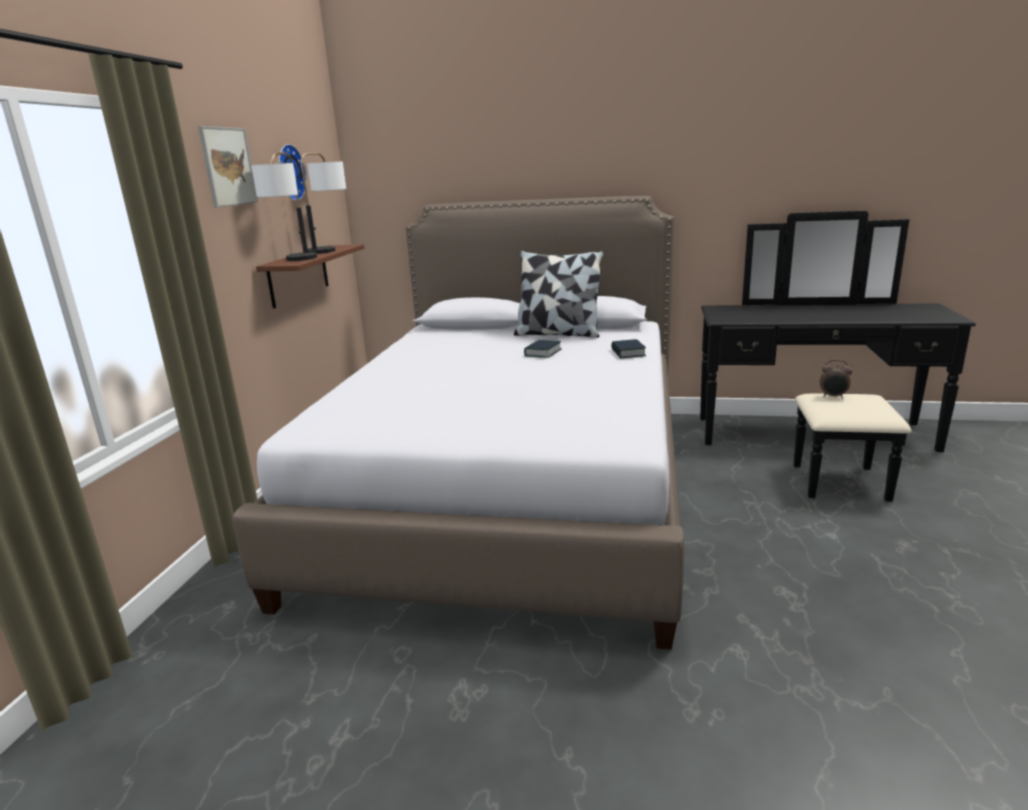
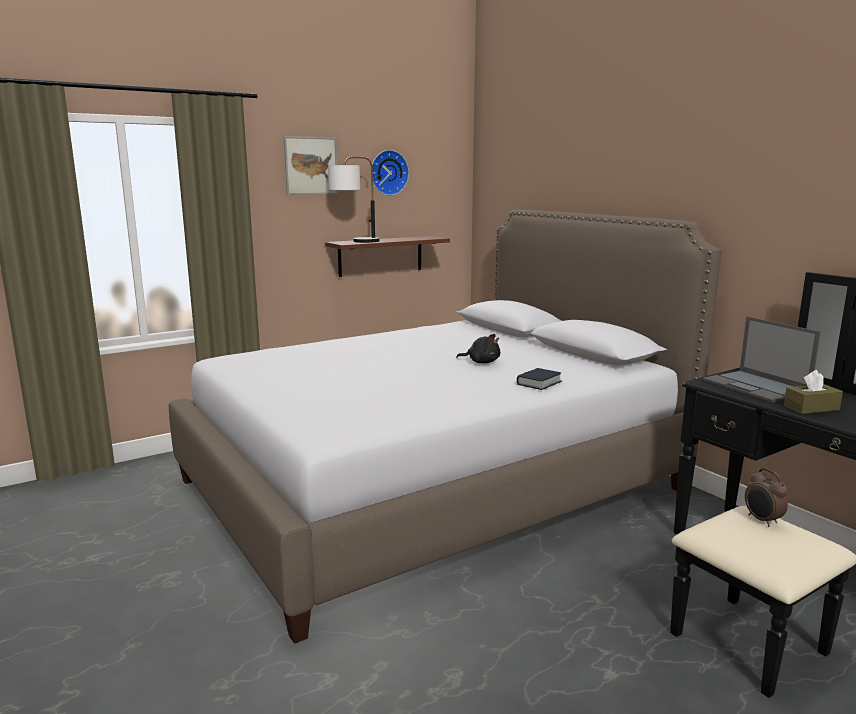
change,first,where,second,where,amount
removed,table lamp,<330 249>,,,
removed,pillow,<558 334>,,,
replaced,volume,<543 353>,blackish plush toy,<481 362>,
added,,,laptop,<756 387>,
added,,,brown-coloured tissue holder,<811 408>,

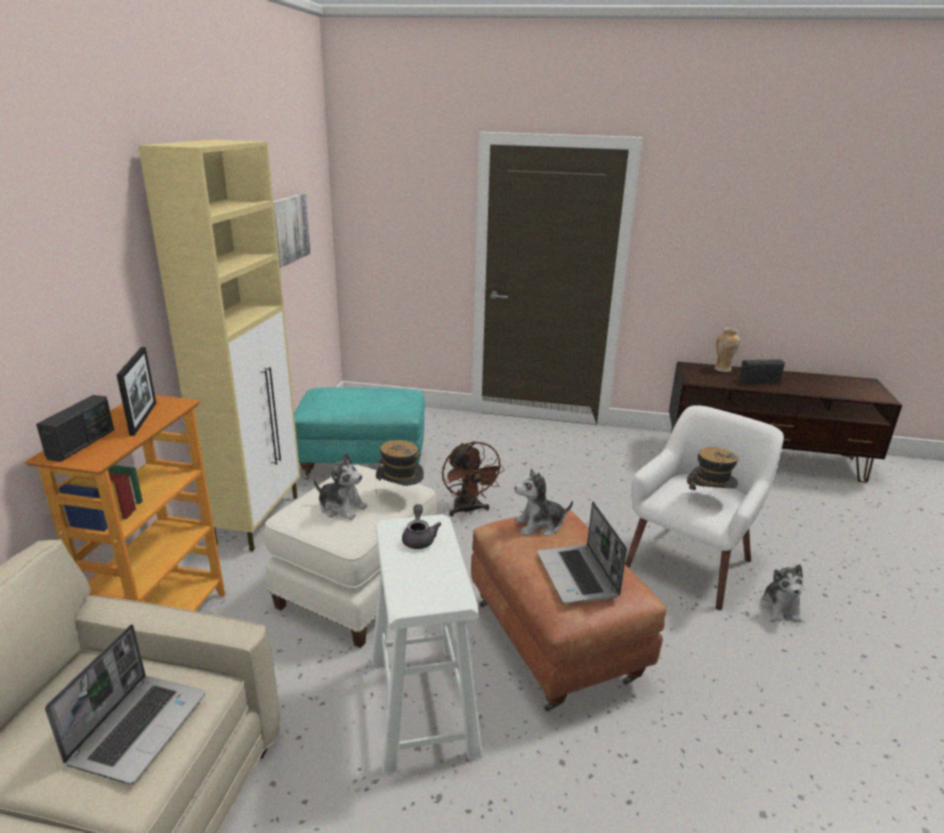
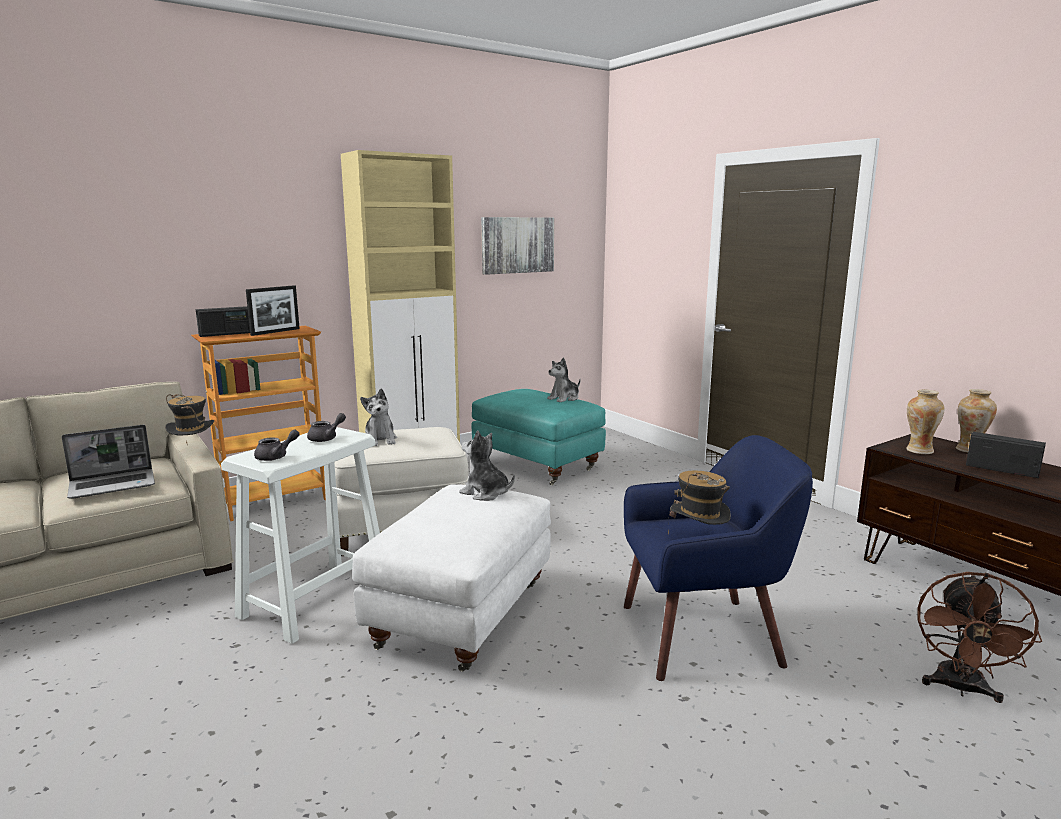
change,first,where,second,where,amount
recoloured,white-coloured easy chair,<690 563>,bluish easy chair,<702 635>,
moved,clothing hat,<400 495>,,<193 451>,
moved,brown-coloured cooling fan,<468 510>,,<960 689>,
removed,laptop,<578 576>,,,
recoloured,brown-coloured footrest,<555 642>,white-coloured footrest,<463 618>,
moved,plush toy,<780 607>,,<564 398>,
added,,,decorative vase,<919 450>,
added,,,grey tea pot,<276 456>,

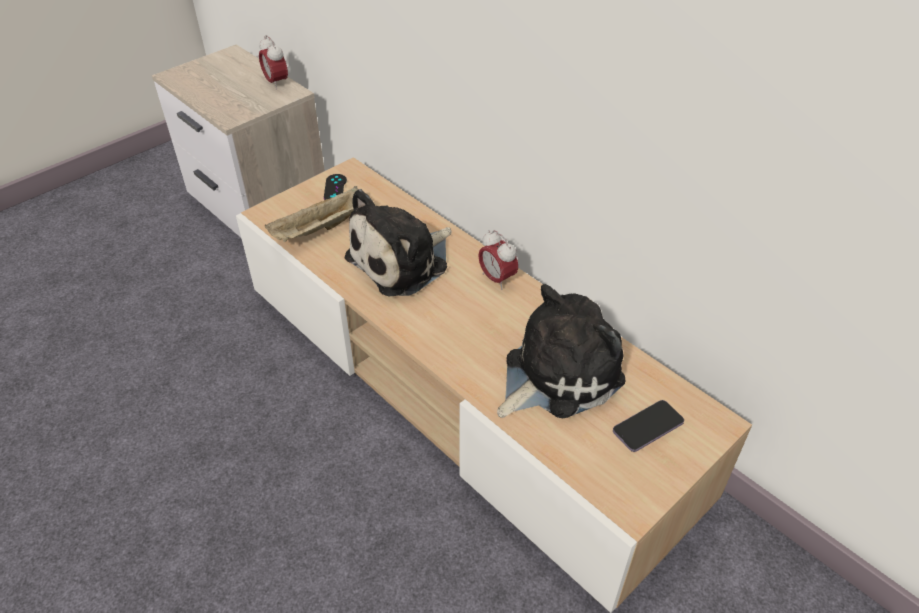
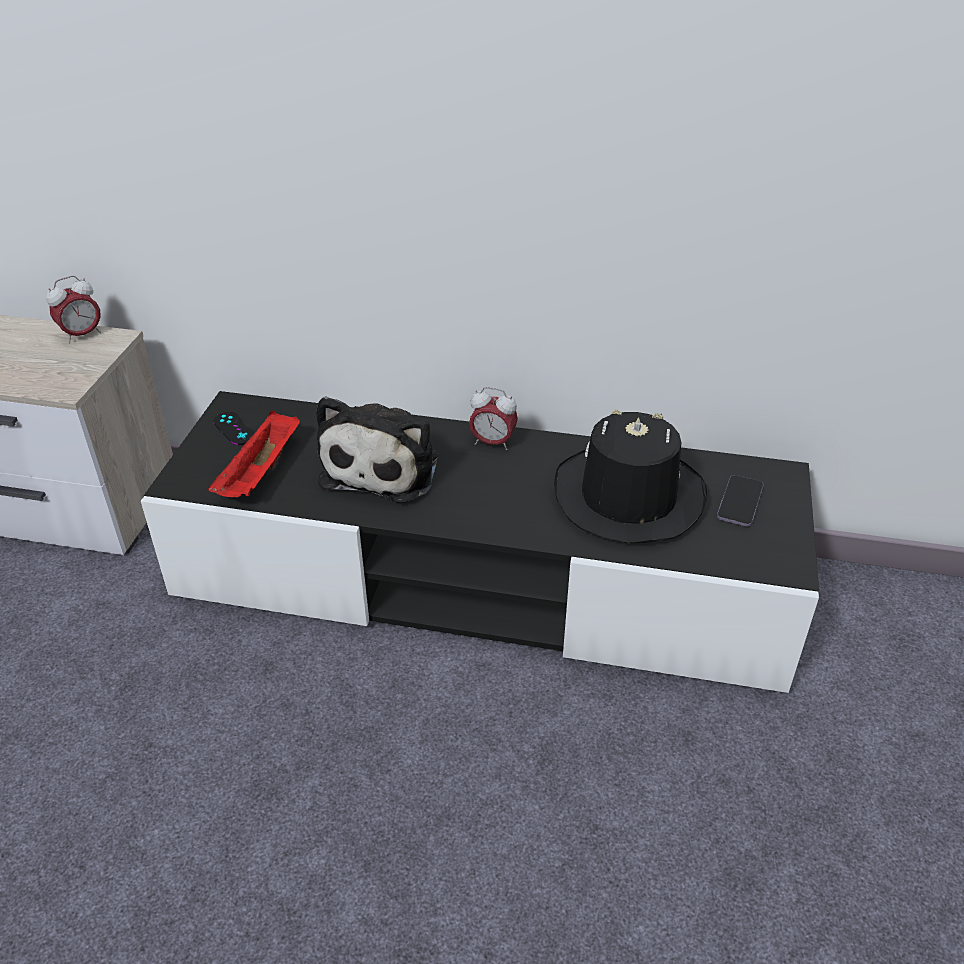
change,first,where,second,where,amount
turned,bedside clock,<276 83>,,<82 335>,60 degrees counterclockwise
recoloured,sand-coloured tv unit,<459 385>,blackish tv unit,<482 581>,
recoloured,sand-coloured carrying tray,<320 229>,red-coloured carrying tray,<261 474>,
replaced,plush toy,<556 374>,blackish clothing hat,<627 497>,

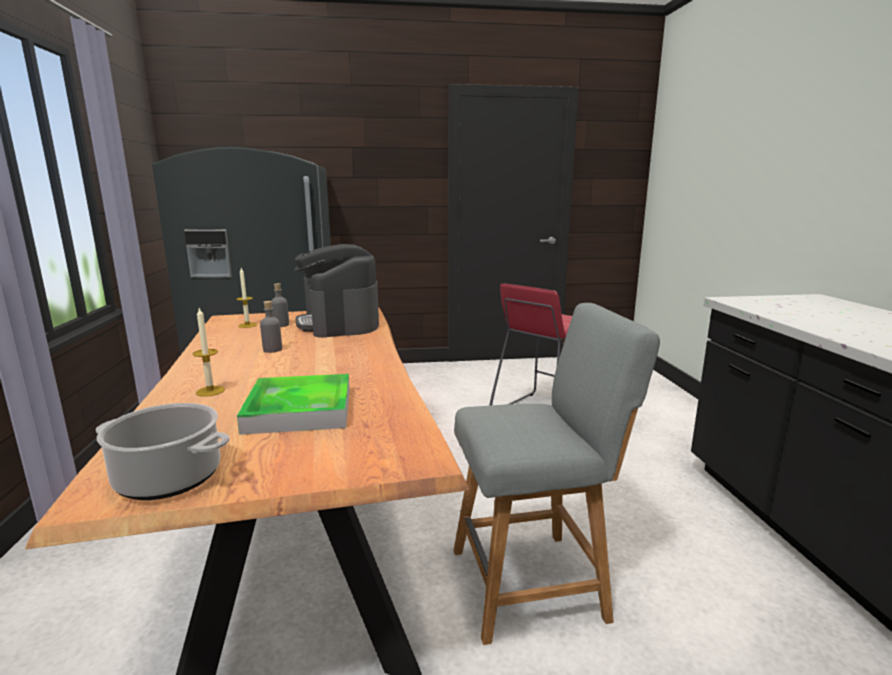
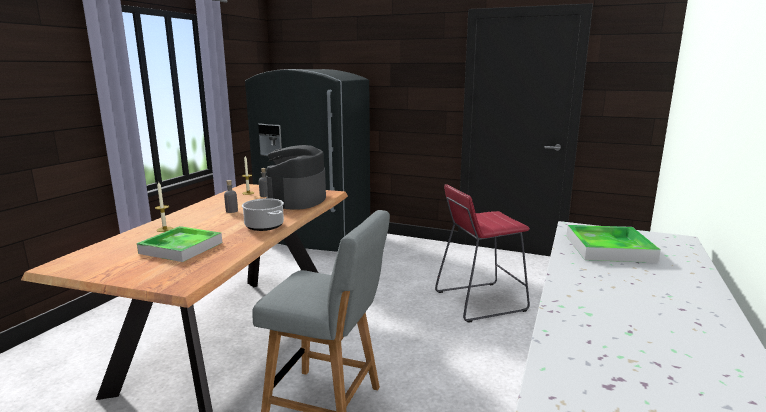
change,first,where,second,where,amount
moved,stockpot,<170 478>,,<265 226>,
added,,,carrying tray,<609 248>,

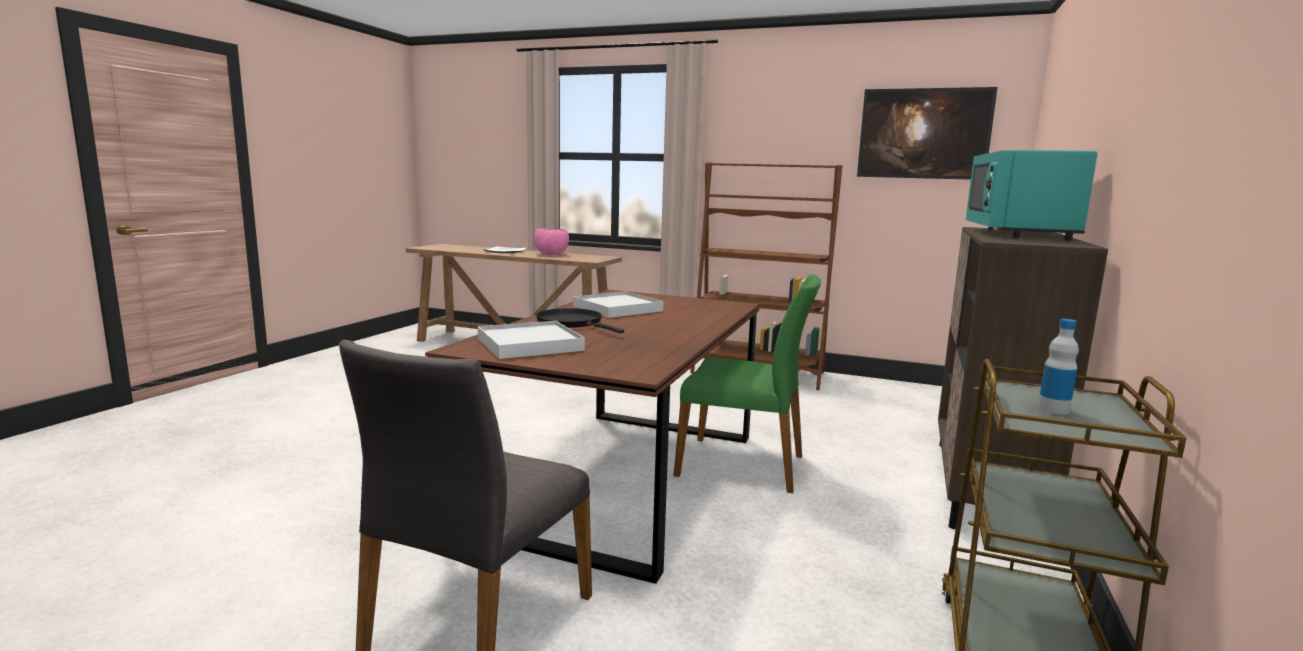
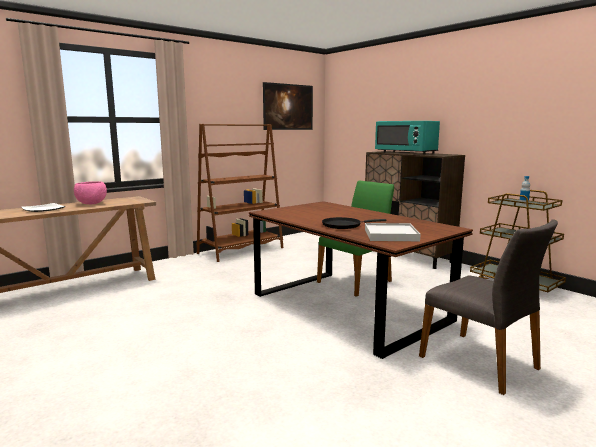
change,first,where,second,where,amount
removed,white-coloured carrying tray,<617 308>,,,

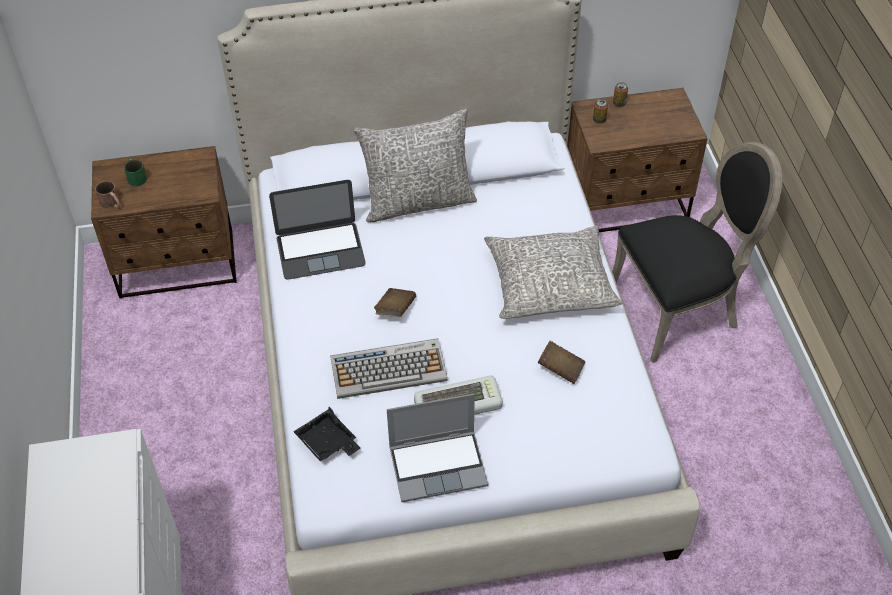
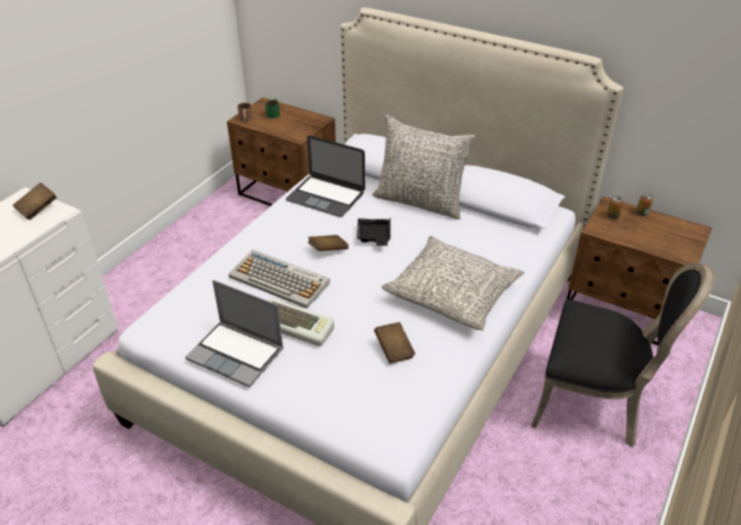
change,first,where,second,where,amount
moved,blackish carrying tray,<327 442>,,<374 237>,
added,,,brown-coloured volume,<37 209>,

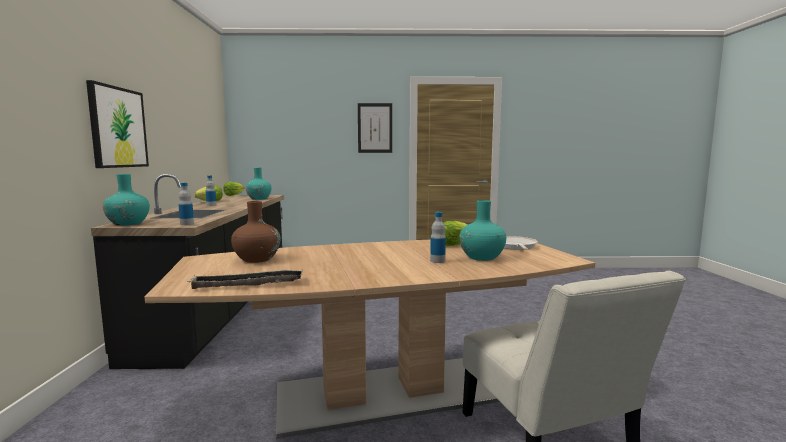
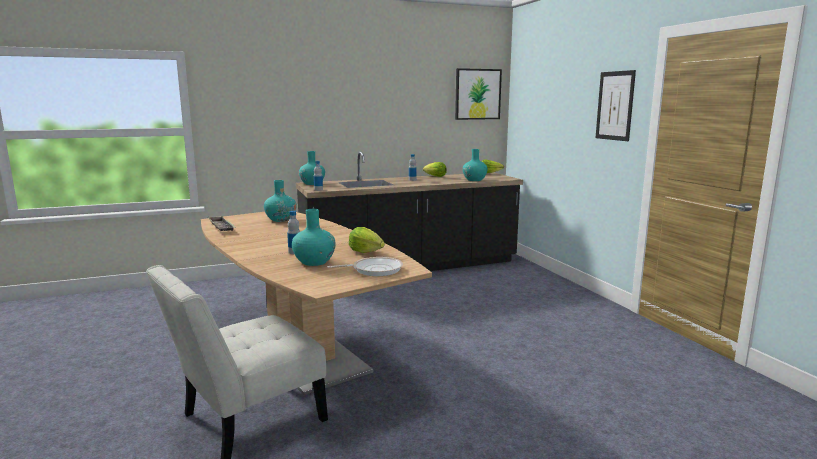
change,first,where,second,where,amount
moved,picture,<118 127>,,<477 94>,
recoloured,brown-coloured decorative vase,<257 259>,turquoise-coloured decorative vase,<281 219>,

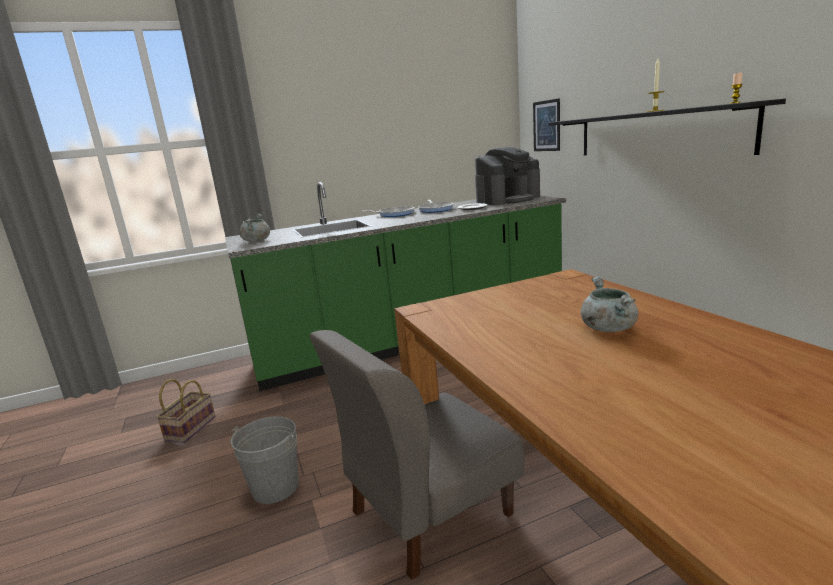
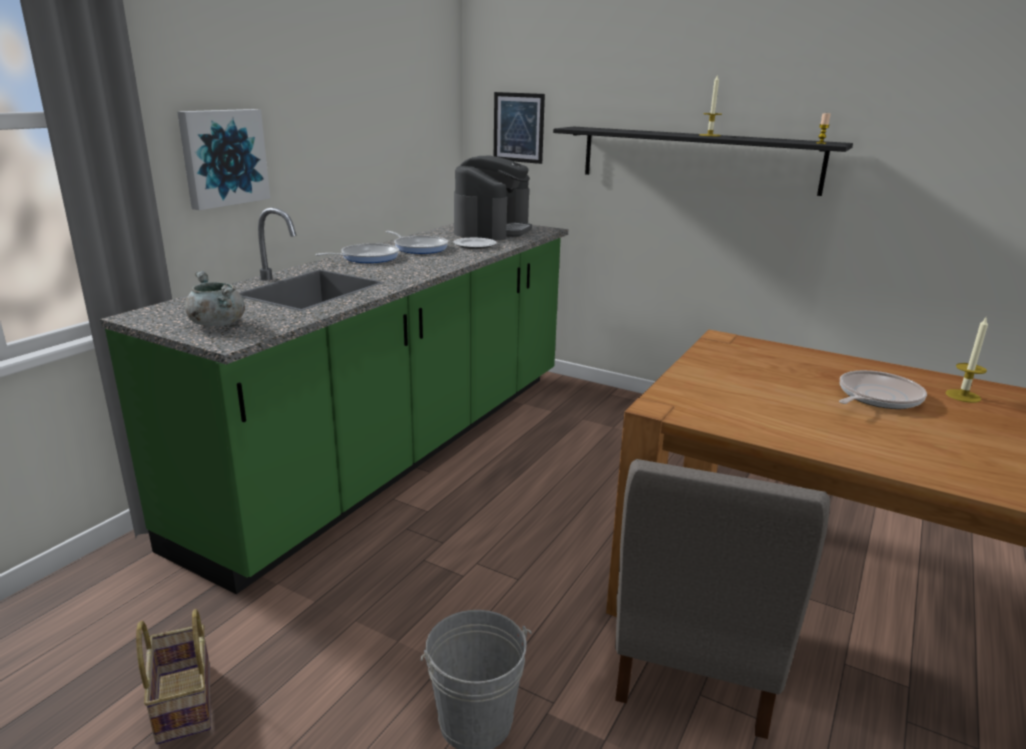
change,first,where,second,where,amount
replaced,grey stockpot,<607 328>,skillet,<876 397>,
added,,,picture,<223 157>,
added,,,candle,<963 396>,

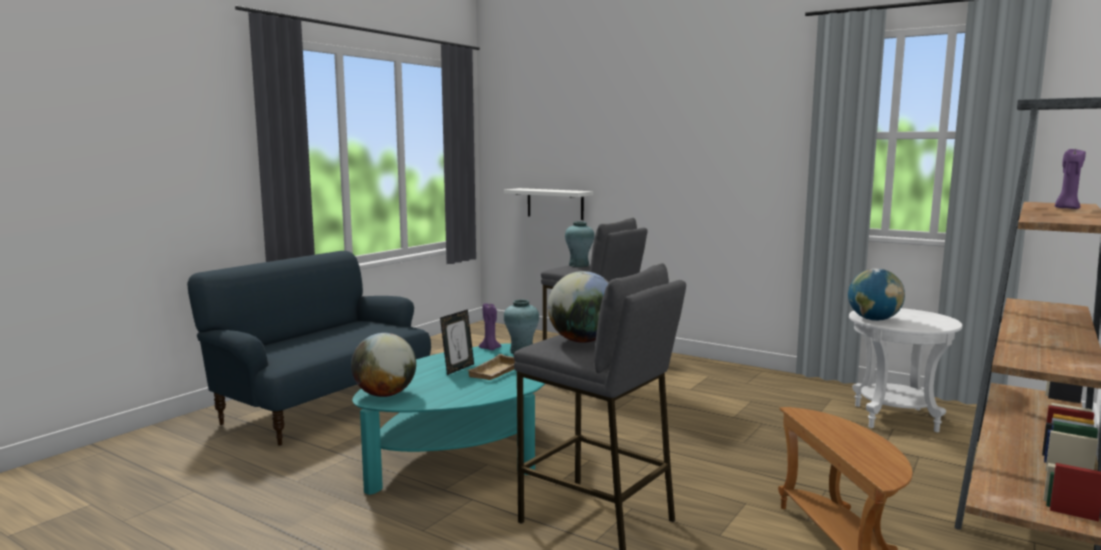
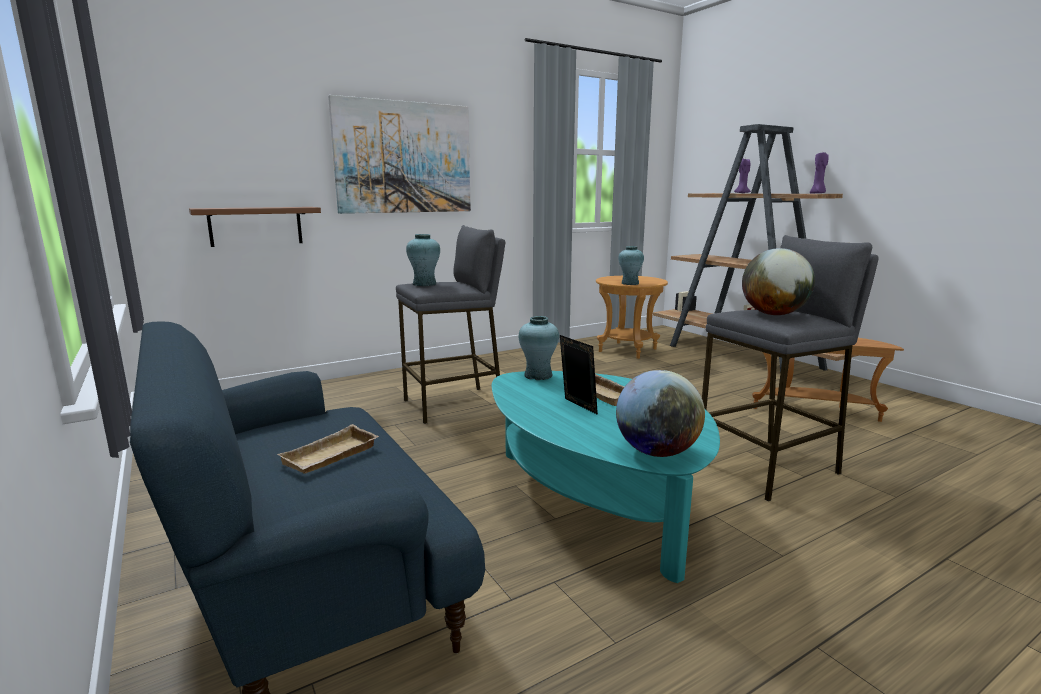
change,first,where,second,where,amount
recoloured,white-coloured wall shelf,<555 204>,brown-coloured wall shelf,<256 226>,
replaced,desk globe,<874 319>,turquoise-coloured decorative vase,<630 283>,
moved,purple-coloured candle,<490 349>,,<817 193>,
recoloured,white-coloured end table,<895 418>,brown-coloured end table,<627 350>,
added,,,picture,<404 158>,
added,,,sand-coloured carrying tray,<331 457>,

